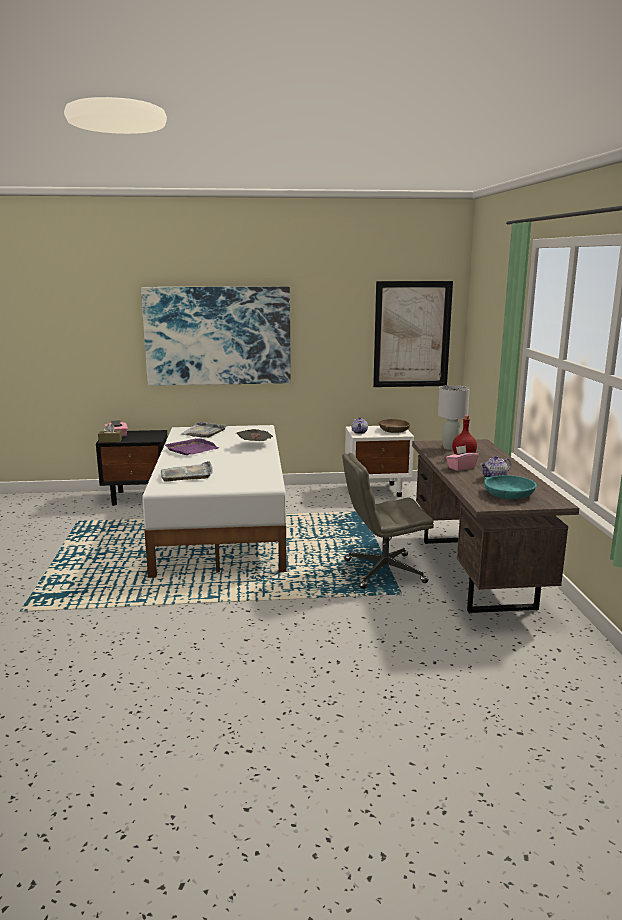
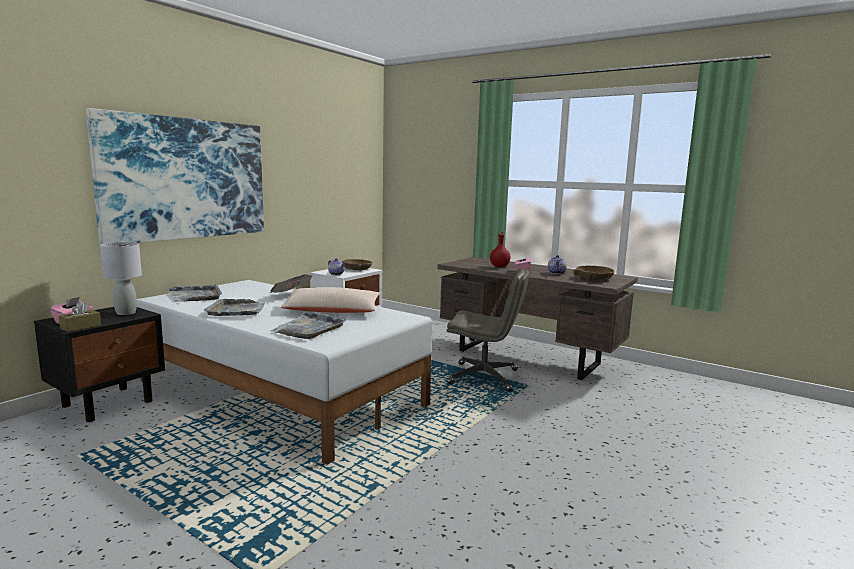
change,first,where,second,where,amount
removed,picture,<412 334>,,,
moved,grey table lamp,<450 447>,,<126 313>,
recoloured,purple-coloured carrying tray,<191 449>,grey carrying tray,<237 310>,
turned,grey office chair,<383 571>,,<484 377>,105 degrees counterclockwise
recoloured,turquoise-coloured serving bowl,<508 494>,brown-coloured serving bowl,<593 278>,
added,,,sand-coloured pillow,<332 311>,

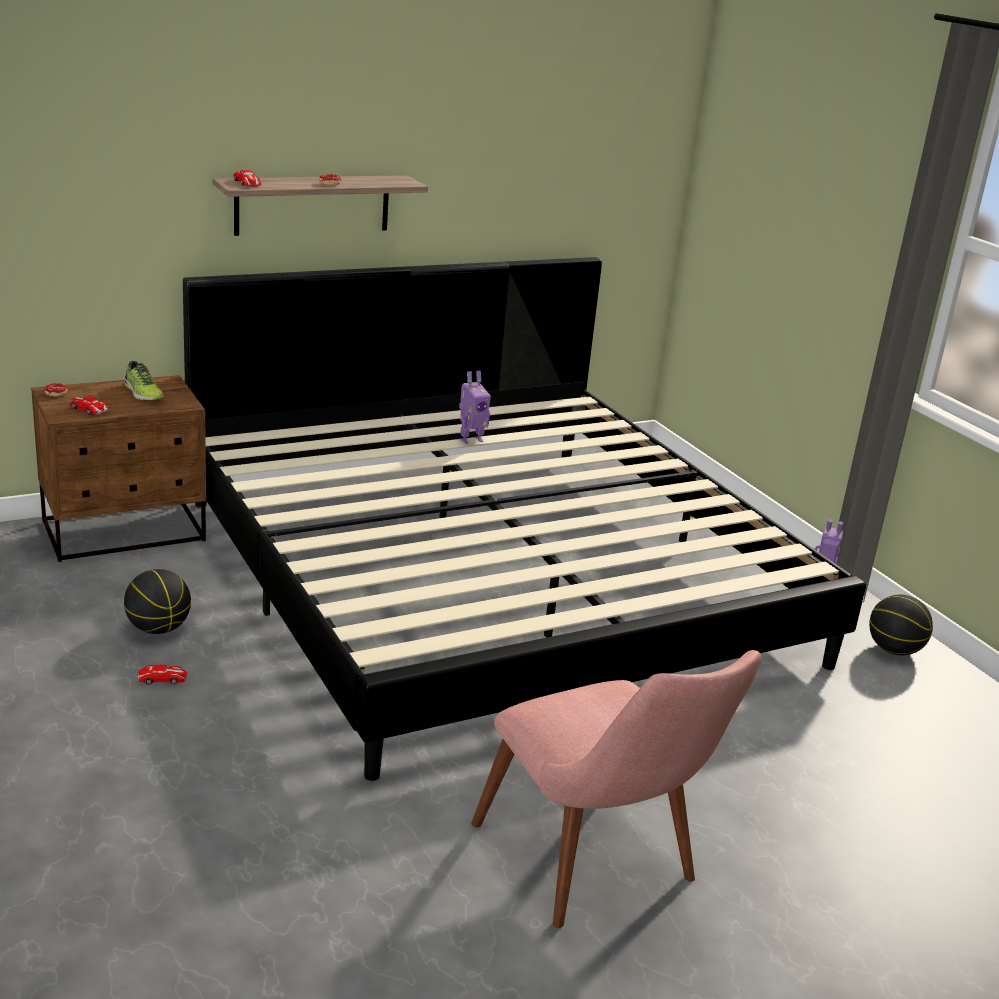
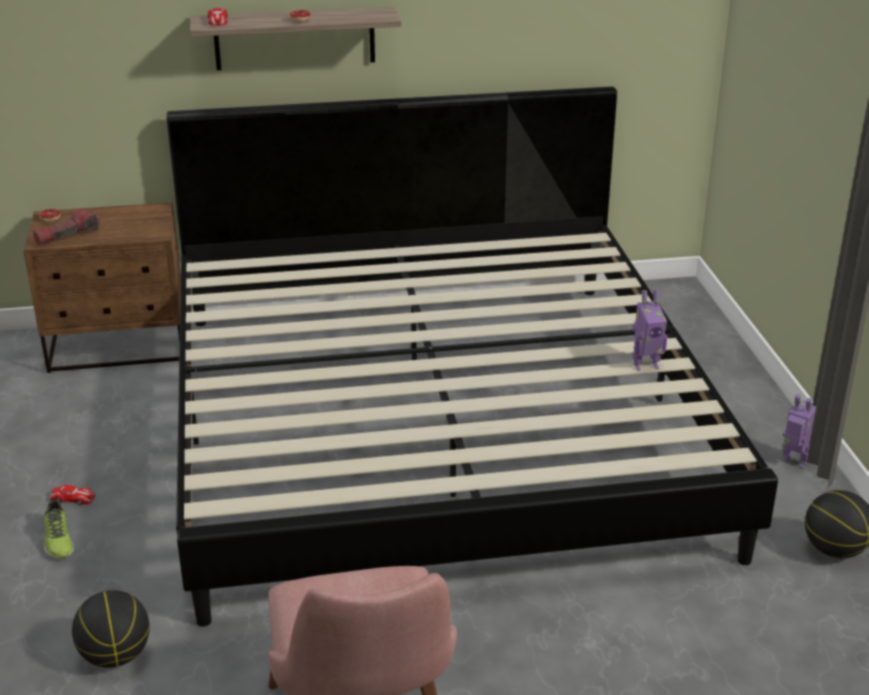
change,first,where,second,where,amount
moved,item of footwear,<142 393>,,<58 540>,
moved,robot figure,<471 440>,,<645 365>,
replaced,toy car,<88 409>,flashlight,<68 236>,
moved,ball for basketball,<158 629>,,<115 656>,

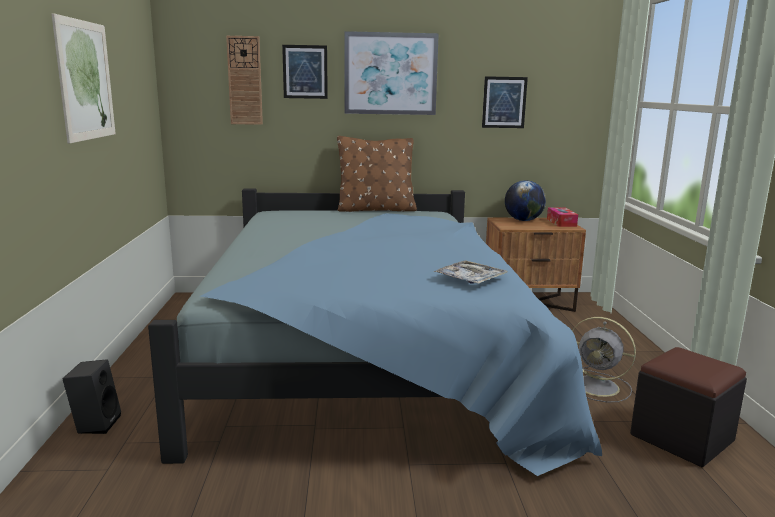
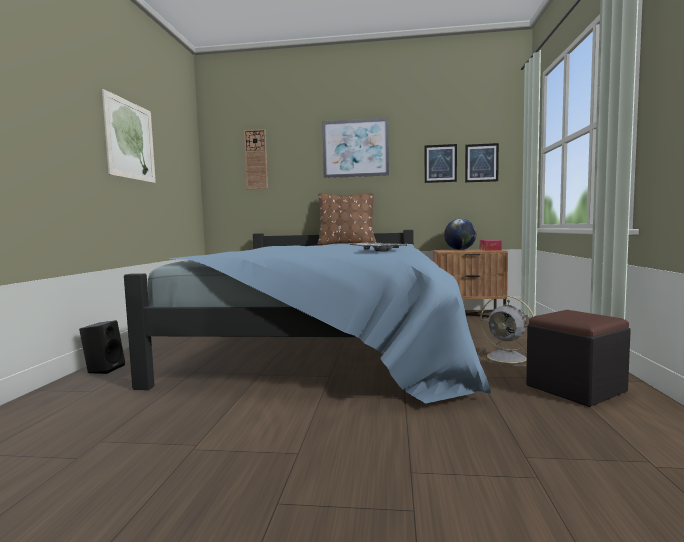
change,first,where,second,where,amount
moved,picture,<305 72>,,<481 163>,

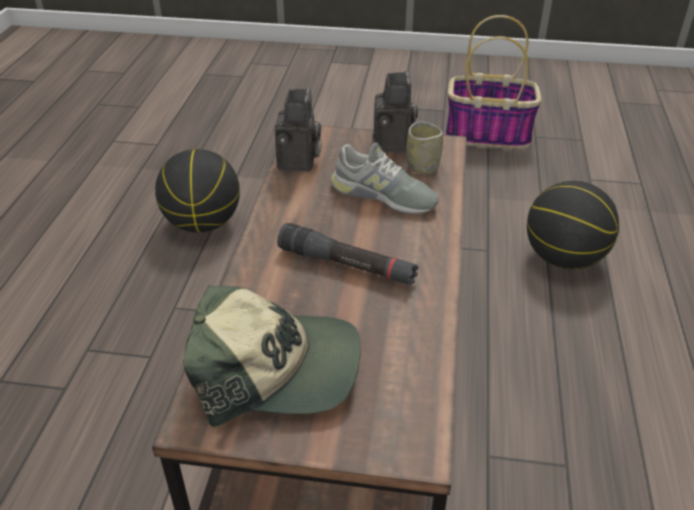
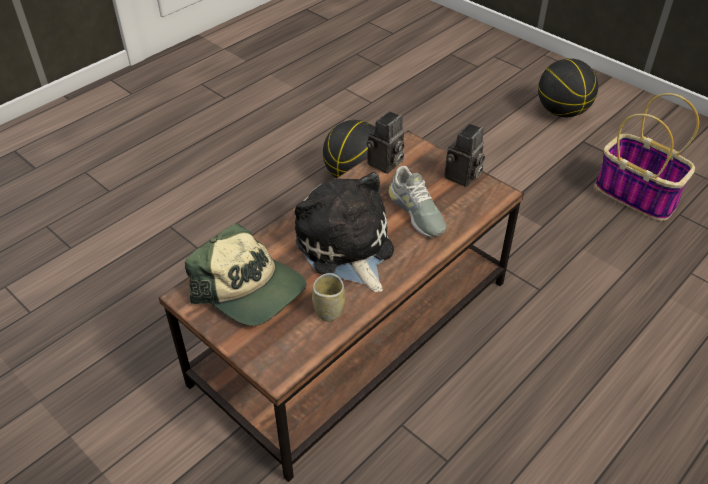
change,first,where,second,where,amount
moved,drinking cup,<422 166>,,<329 310>,
moved,ball for basketball,<563 259>,,<561 112>,
replaced,blackish flashlight,<347 265>,plush toy,<346 248>,

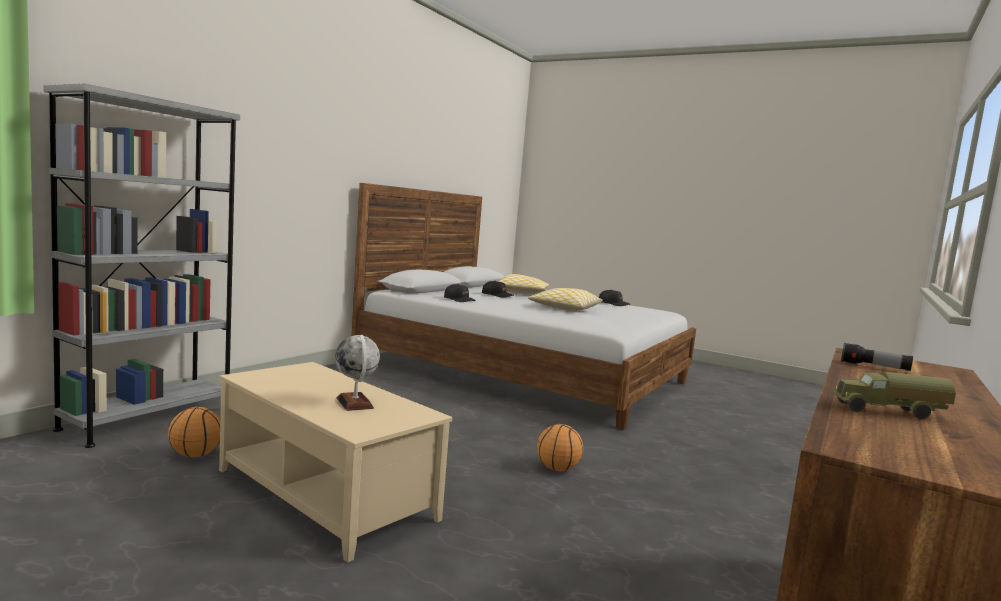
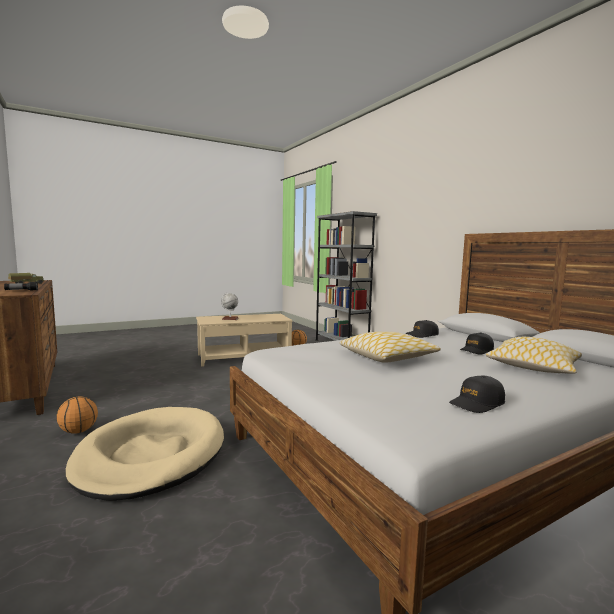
change,first,where,second,where,amount
moved,ball for basketball,<558 469>,,<78 431>,
added,,,sand-coloured dog bed,<151 455>,

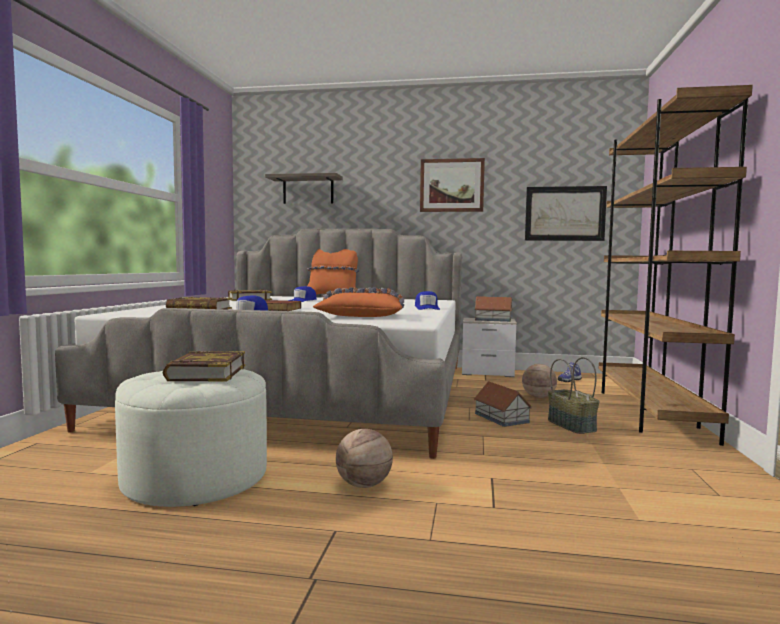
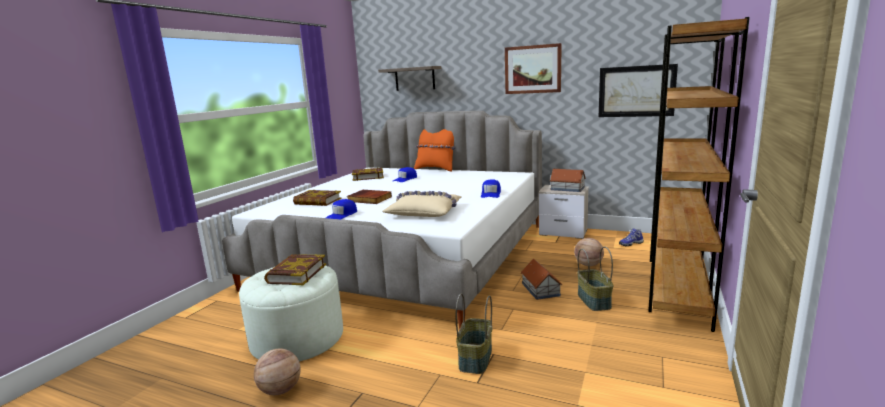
change,first,where,second,where,amount
recoloured,orangey pillow,<362 315>,sand-coloured pillow,<425 212>,
moved,ball for basketball,<364 485>,,<280 390>,
added,,,storage basket,<476 358>,

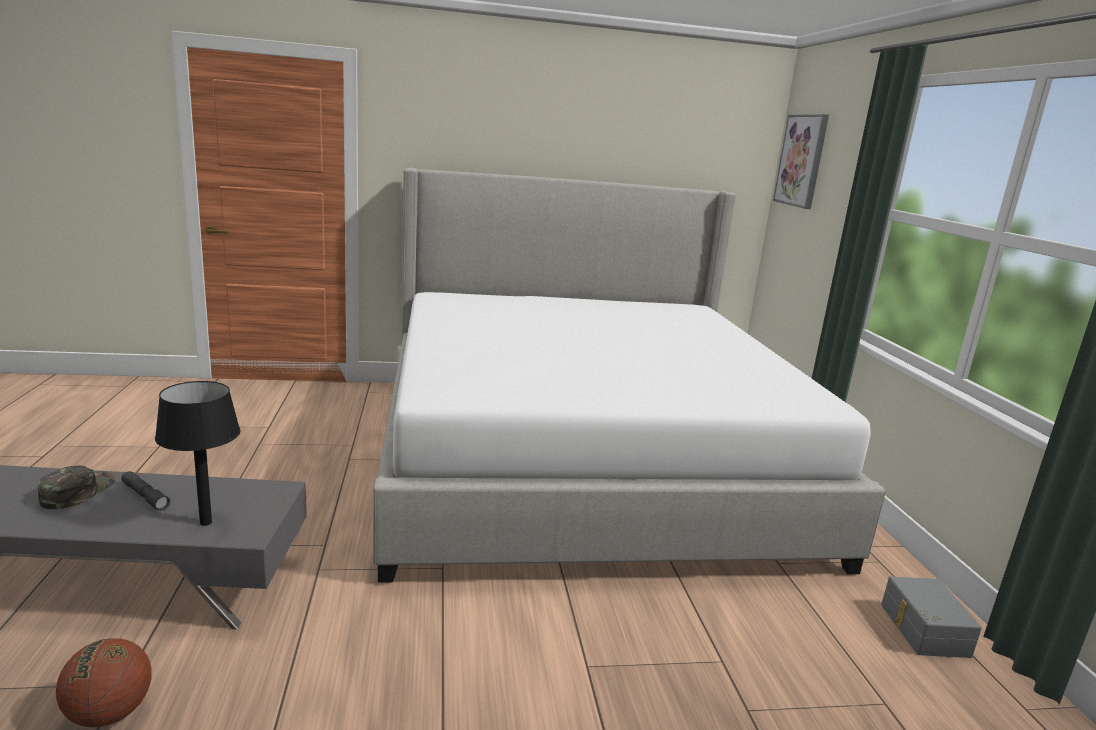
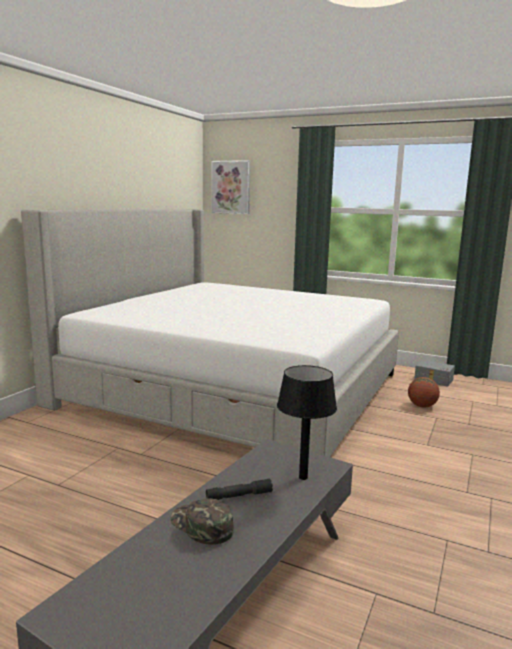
change,first,where,second,where,amount
moved,ball for basketball,<109 713>,,<422 406>,

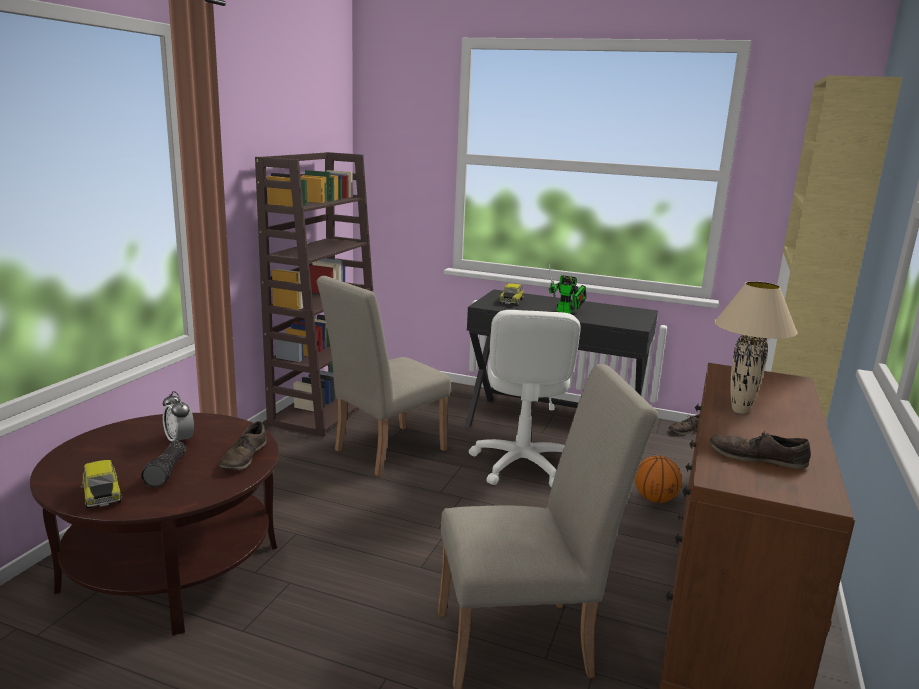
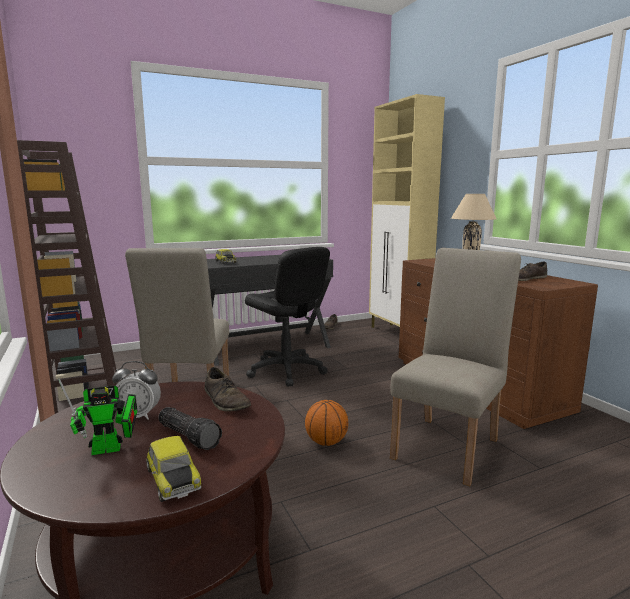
change,first,where,second,where,amount
moved,robot figure,<566 312>,,<111 449>,
recoloured,white-coloured office chair,<521 465>,blackish office chair,<286 371>,
moved,ball for basketball,<655 499>,,<326 442>,
turned,toy car,<101 494>,,<172 480>,45 degrees clockwise

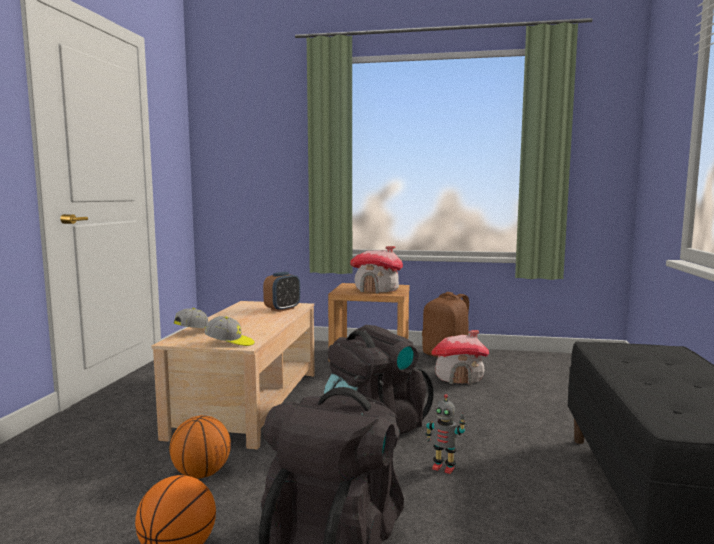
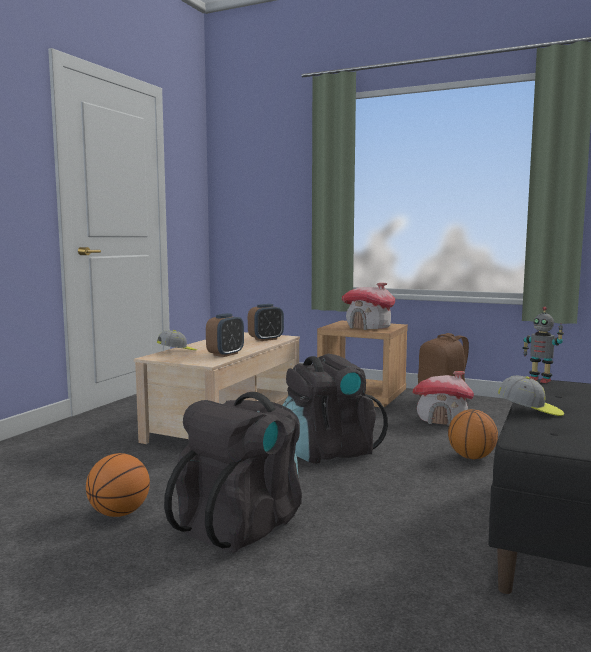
change,first,where,second,where,amount
moved,cap,<230 343>,,<530 410>,
moved,robot figure,<443 468>,,<539 380>,
moved,ball for basketball,<201 474>,,<471 457>,
added,,,bedside clock,<225 354>,

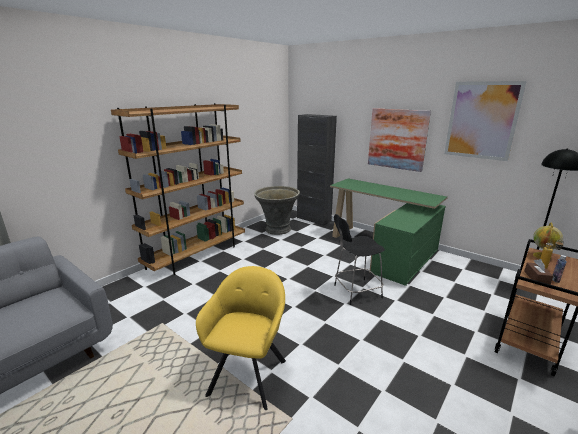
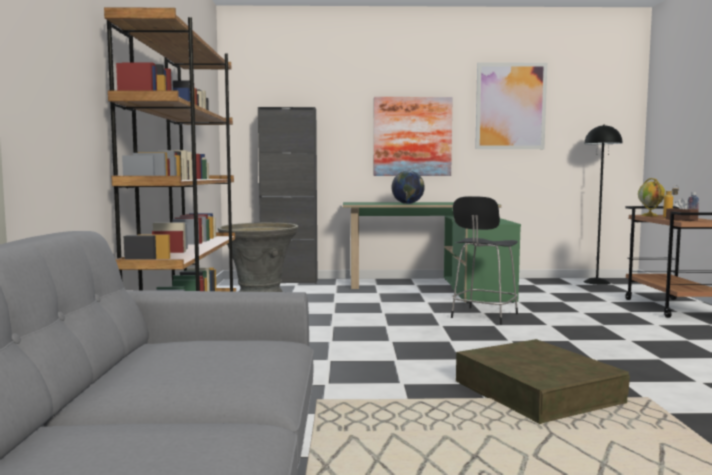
change,first,where,second,where,amount
replaced,yellow-coloured easy chair,<249 374>,brown-coloured storage container,<537 392>,
added,,,desk globe,<407 204>,

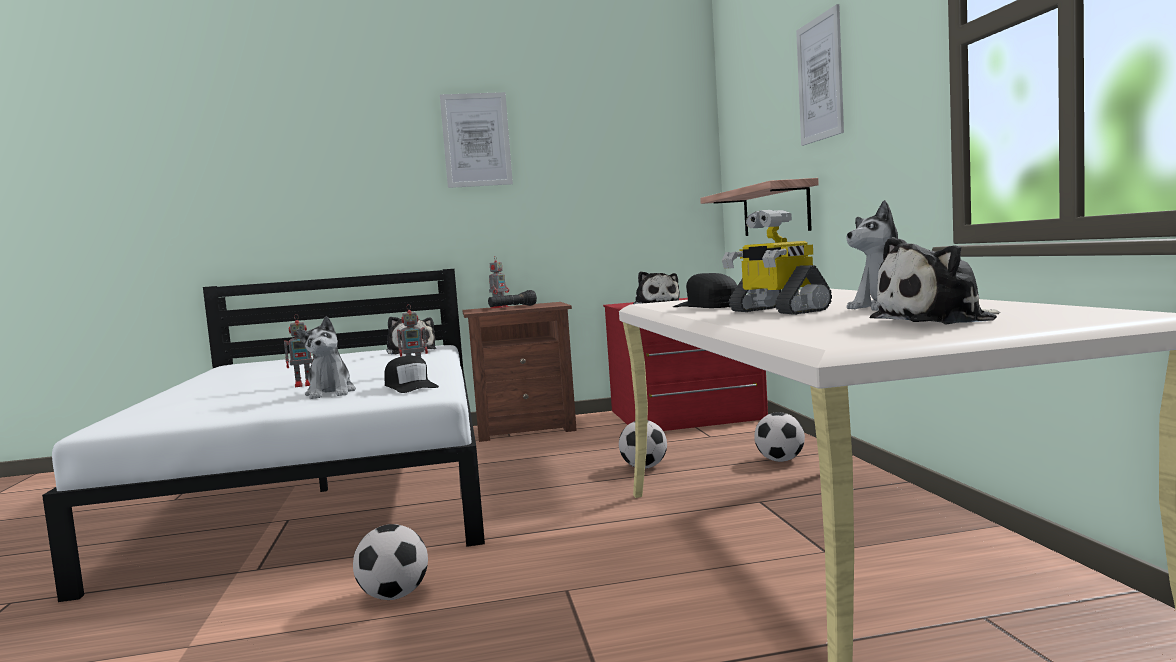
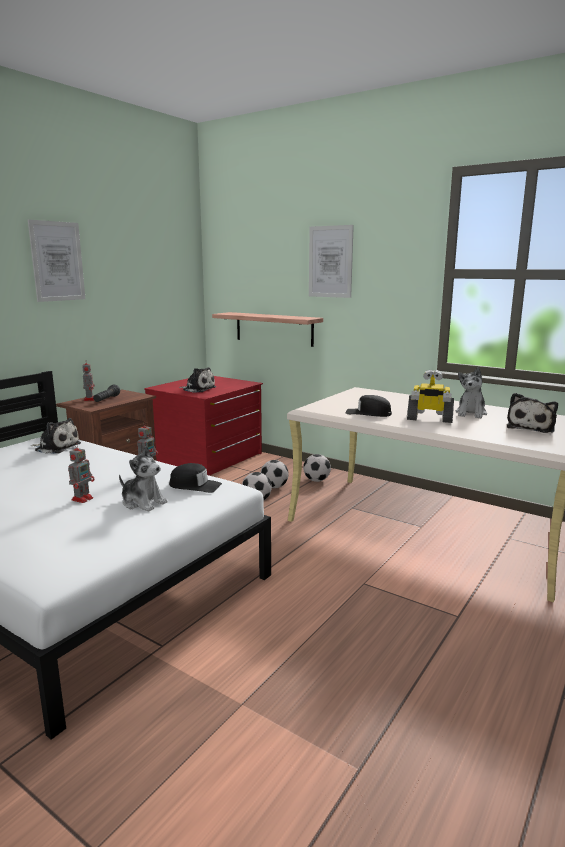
change,first,where,second,where,amount
moved,ball for football,<394 596>,,<274 487>,

